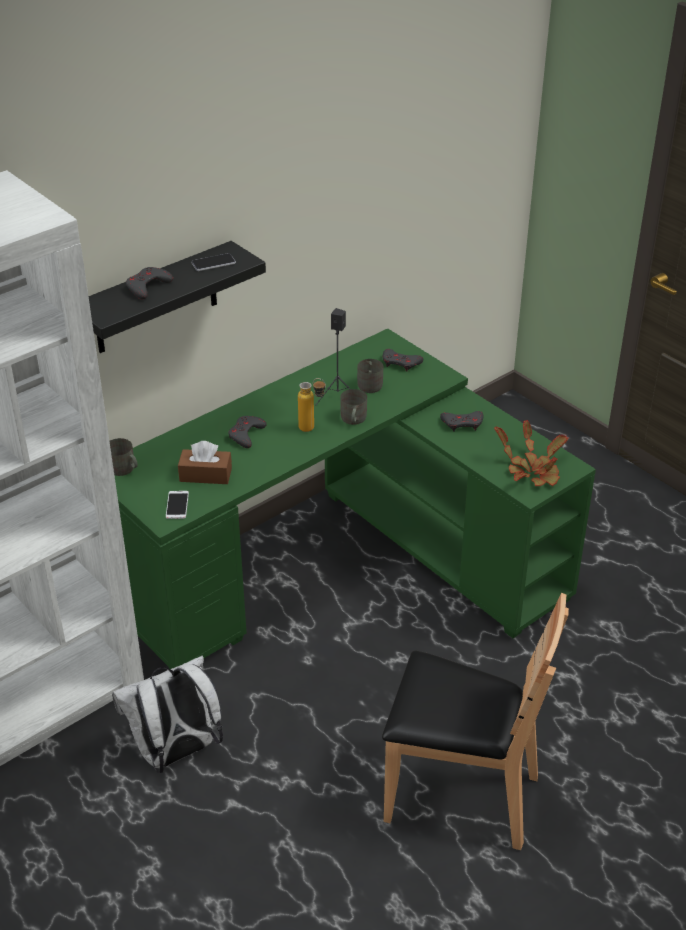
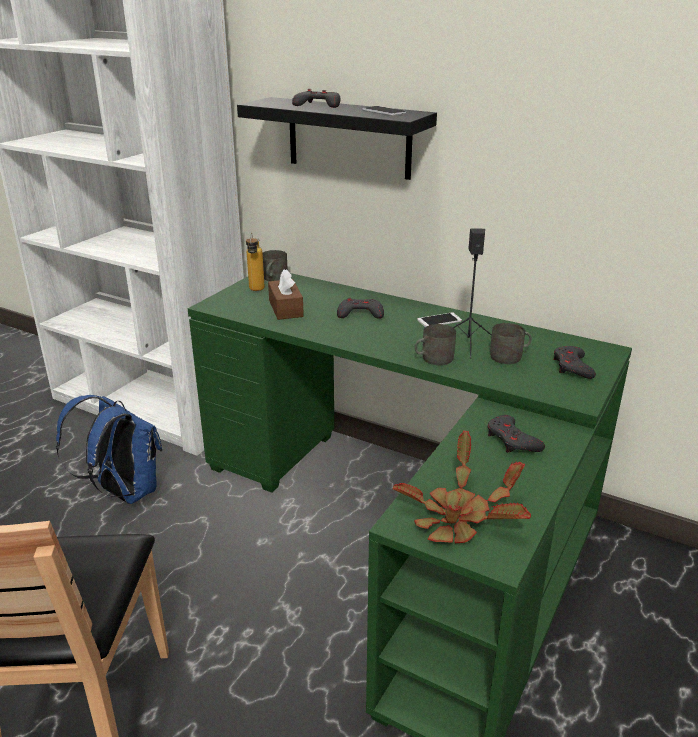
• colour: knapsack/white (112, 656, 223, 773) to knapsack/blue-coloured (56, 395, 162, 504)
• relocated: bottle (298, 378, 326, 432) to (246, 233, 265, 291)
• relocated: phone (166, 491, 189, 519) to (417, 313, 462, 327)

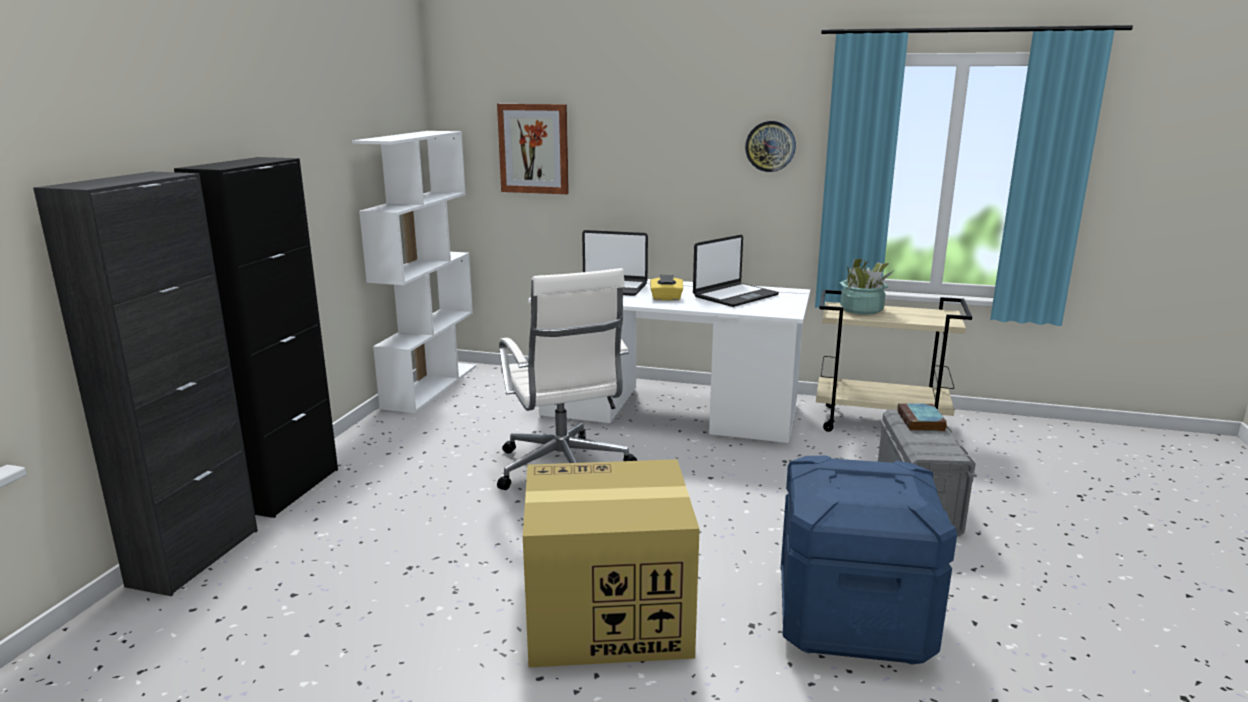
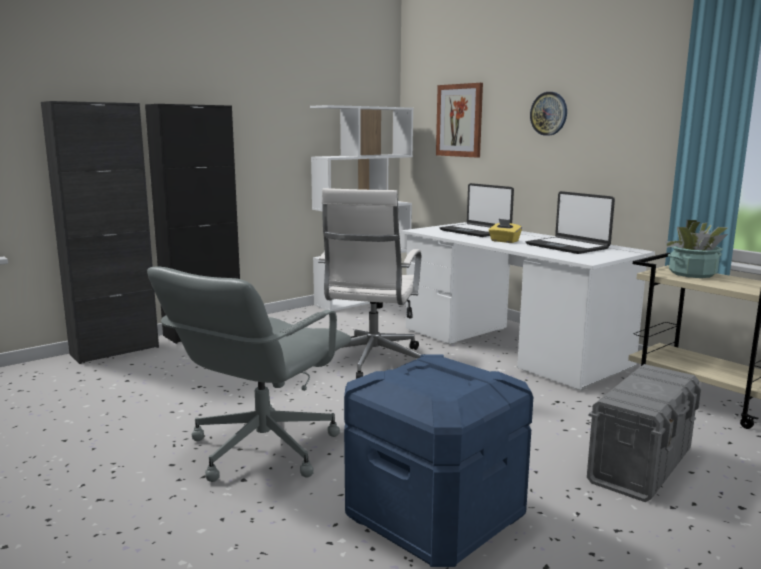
• exchanged: cardboard box (523, 459, 700, 668) to desk chair/greyish (147, 267, 351, 482)
• spun: laptop (693, 235, 779, 307) = (526, 191, 615, 254) 60 degrees clockwise
• relocated: wall clock (745, 121, 796, 172) to (530, 92, 567, 136)
• missing: book (897, 403, 947, 431)

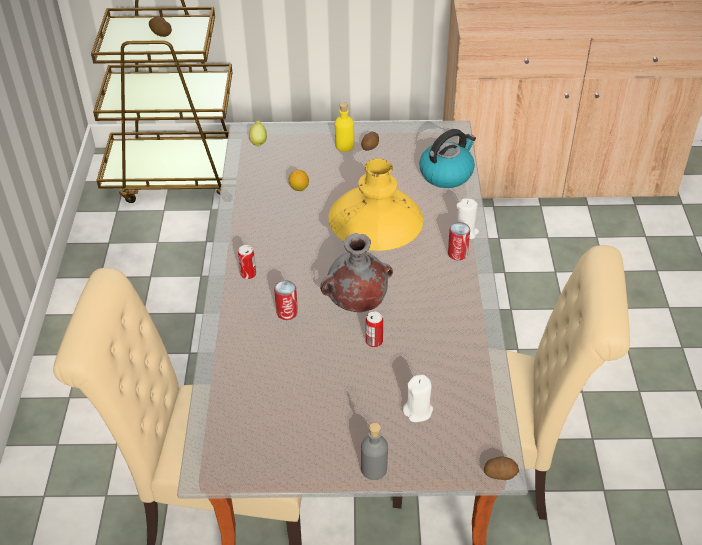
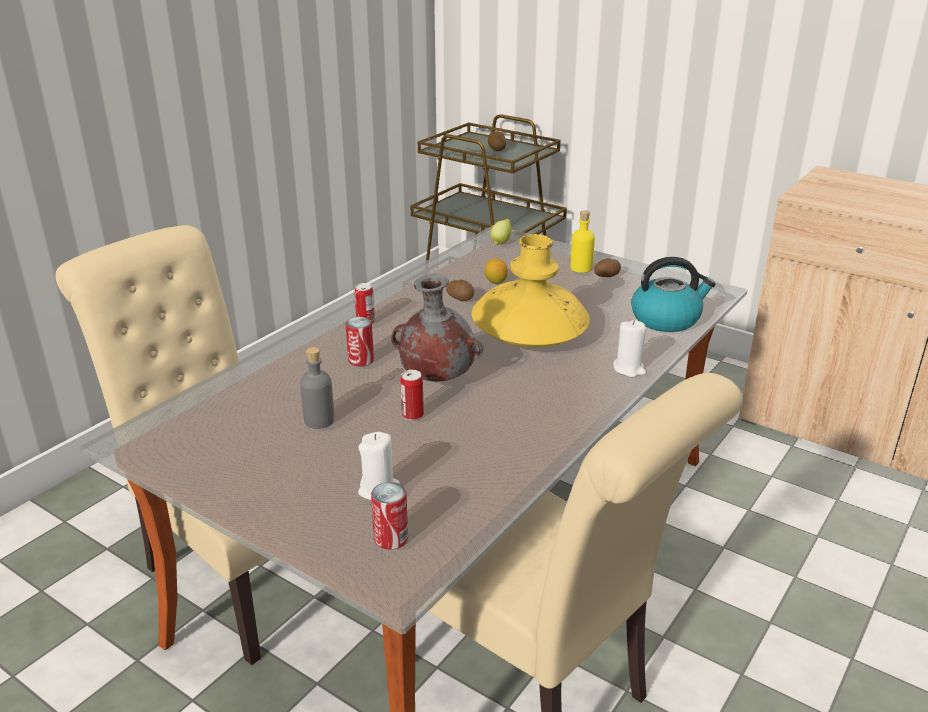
• relocated: bottle/greyish (361, 423, 388, 480) to (300, 347, 334, 429)
• relocated: metal can (448, 222, 470, 260) to (371, 482, 408, 550)
• relocated: potato (484, 456, 519, 480) to (446, 280, 474, 301)

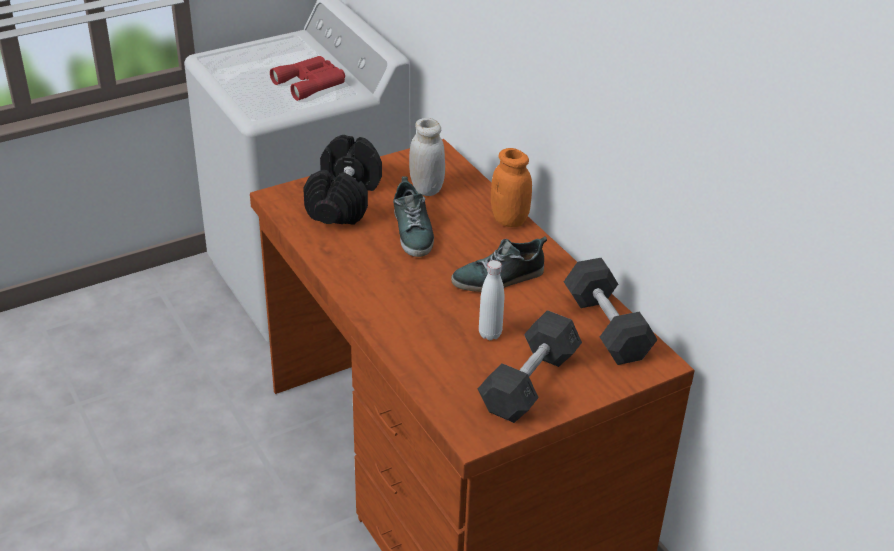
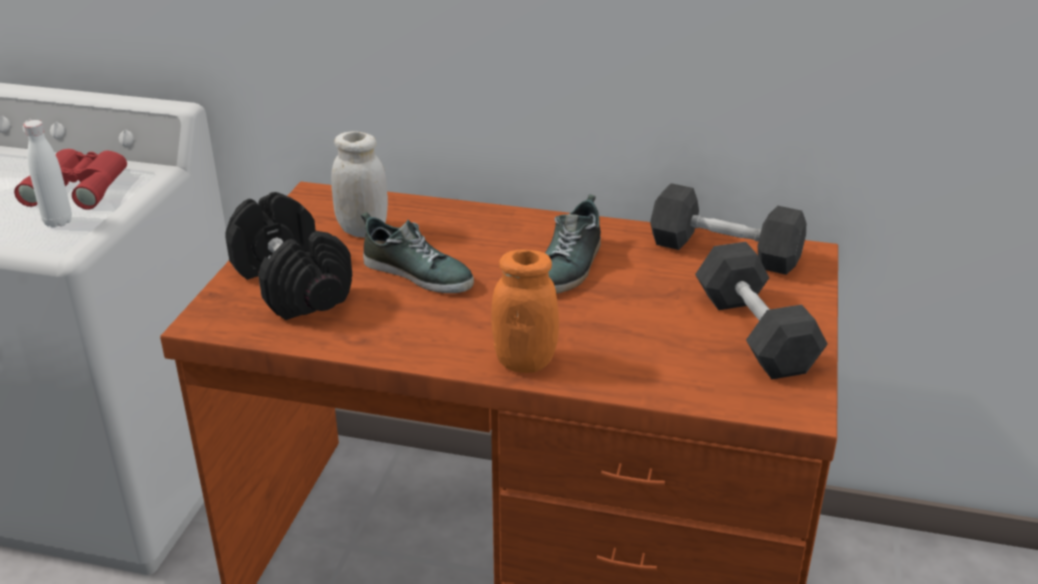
• relocated: bottle/white (479, 260, 504, 340) to (24, 120, 72, 228)
• relocated: preserve jar/orange (491, 148, 532, 227) to (491, 249, 559, 373)

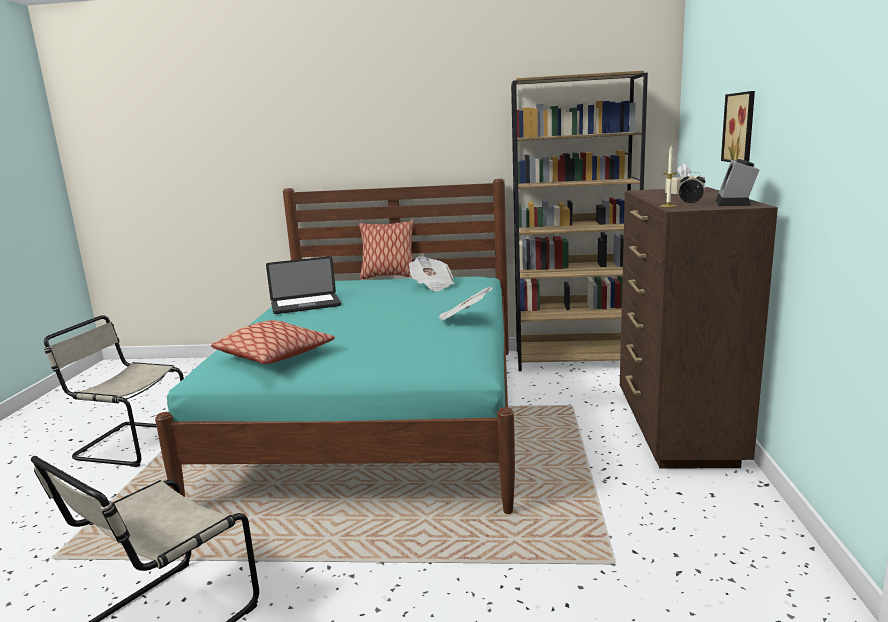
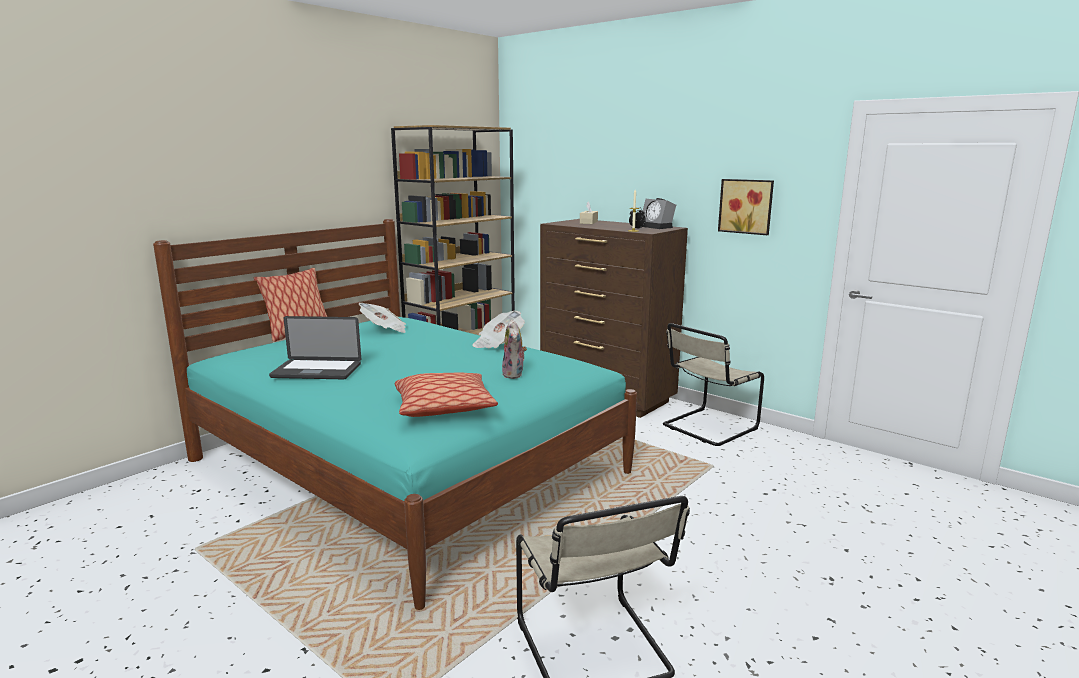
• spun: laptop (266, 256, 341, 314) = (269, 316, 361, 379) 75 degrees clockwise
• appeared: cuddly toy (502, 319, 527, 379)
• relocated: upright chair/beige-coloured (44, 315, 184, 467) to (663, 323, 764, 446)
• relocated: wall picture (721, 91, 755, 162) to (718, 179, 774, 235)

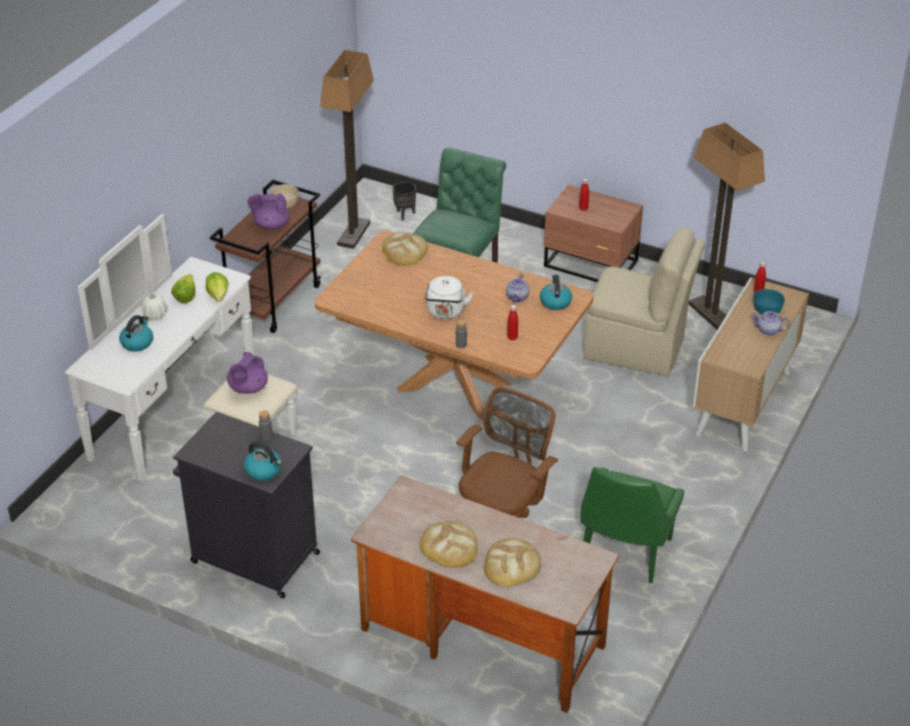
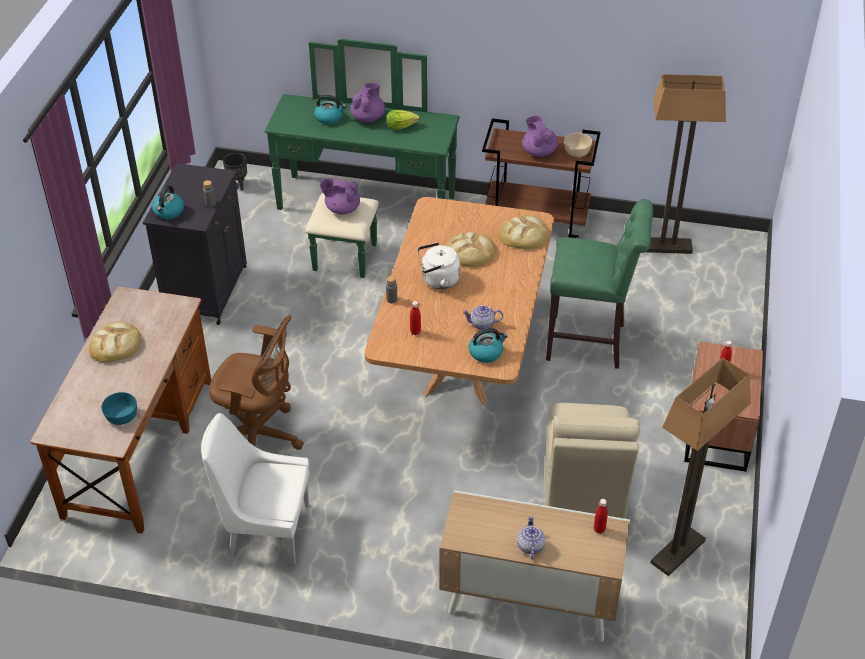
• relocated: bowl/turquoise (753, 289, 785, 314) to (102, 392, 137, 425)
• colour: upright chair/green-coloured (580, 467, 684, 583) to upright chair/white (201, 413, 309, 565)
• relocated: planter/black (393, 182, 416, 221) to (223, 153, 247, 191)
• colour: chest of drawers/white (65, 214, 298, 482) to chest of drawers/green-coloured (264, 39, 460, 278)
• exchanged: flower vase/white (142, 294, 167, 320) to pot for tea/purplish (350, 83, 385, 122)
• relocated: bakery bread (484, 538, 541, 586) to (446, 232, 496, 267)
• missing: head of lettuce (206, 272, 229, 301)

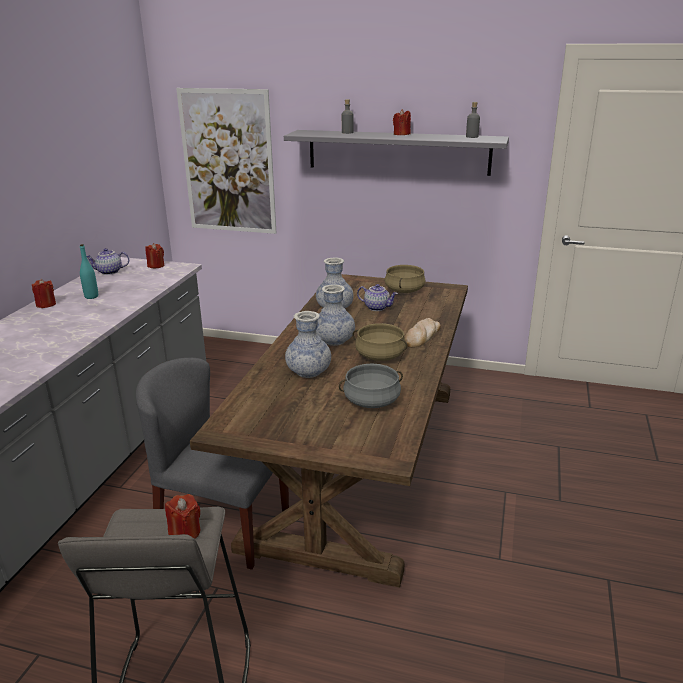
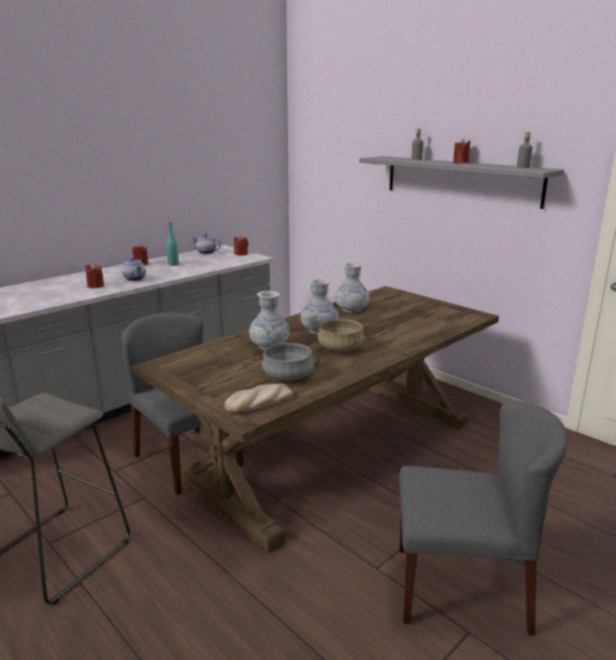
• relocated: wax light/red (165, 494, 200, 539) to (85, 263, 104, 288)
• relocated: pot for tea (357, 284, 398, 311) to (122, 257, 146, 281)
• relocated: bakery bread (405, 318, 441, 348) to (224, 383, 293, 413)
• appeared: upright chair/greyish (399, 401, 568, 636)
• missing: wall picture (176, 88, 277, 234)
• missing: cooking pot/beige-coloured (385, 265, 425, 293)

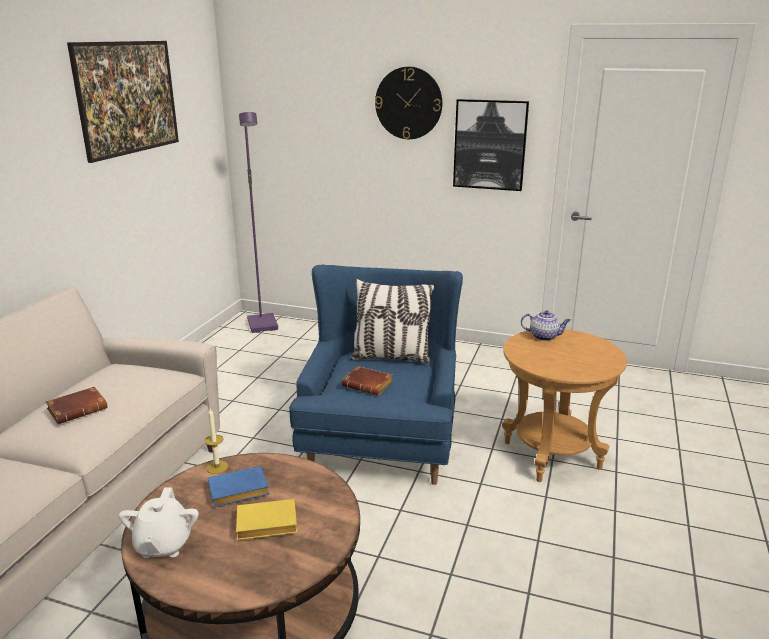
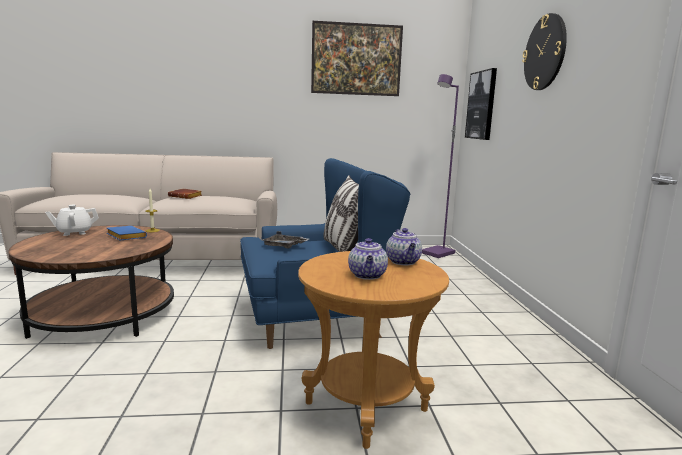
• exchanged: book/brown-coloured (341, 366, 393, 396) to tray/greyish (262, 231, 309, 249)
• appeared: pot for tea (348, 238, 388, 280)
• relocated: wall picture (453, 99, 529, 191) to (465, 68, 497, 140)
• missing: book/yellowish (236, 499, 297, 540)

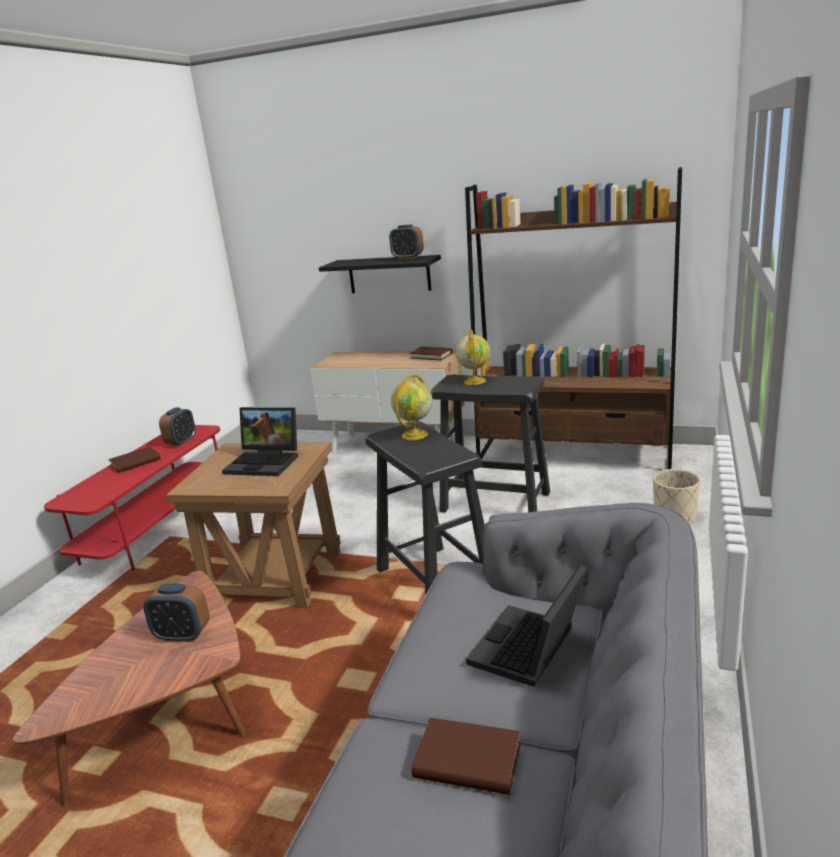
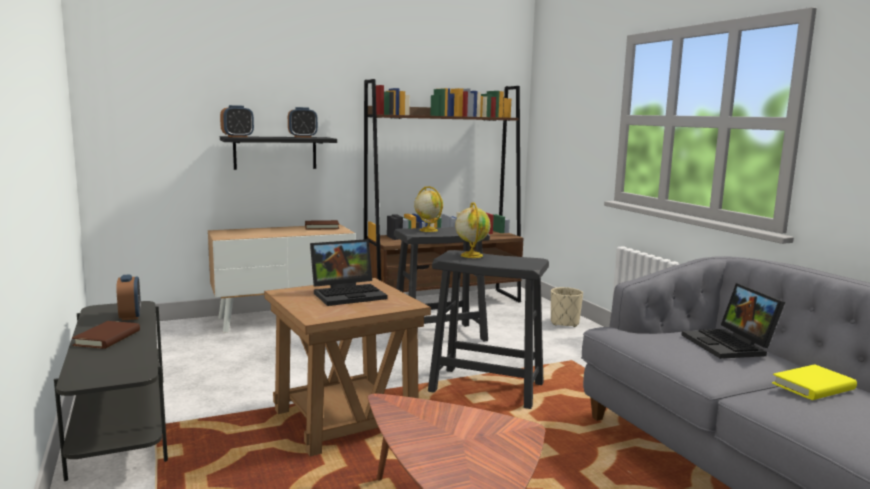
• colour: media console/red (44, 425, 220, 571) to media console/greyish (54, 301, 168, 481)
• relocated: table clock (143, 583, 210, 642) to (220, 105, 254, 137)
• colour: book/brown-coloured (412, 718, 521, 795) to book/yellowish (772, 364, 857, 400)

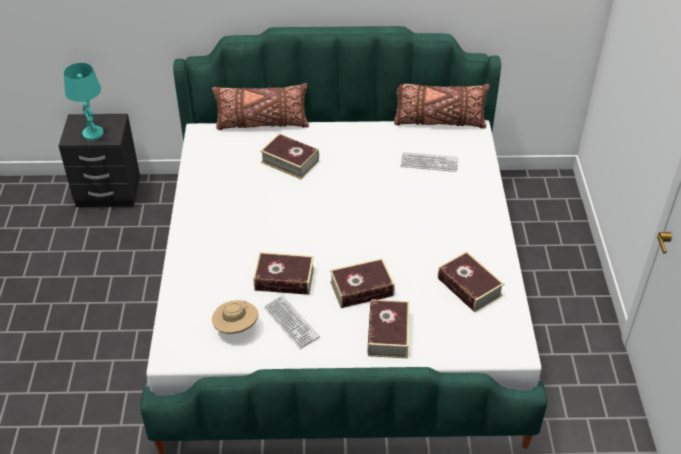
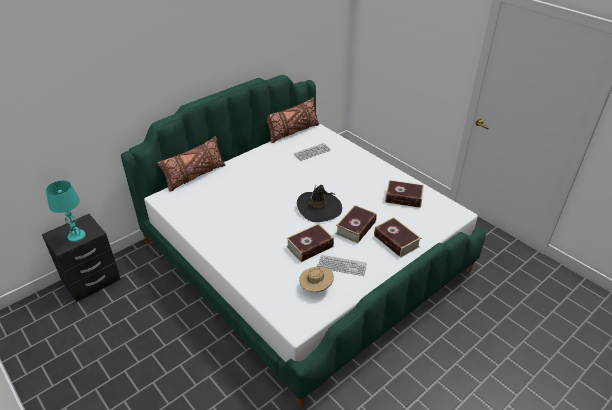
• appeared: hat/black (297, 185, 342, 222)
• missing: book (260, 134, 319, 179)

